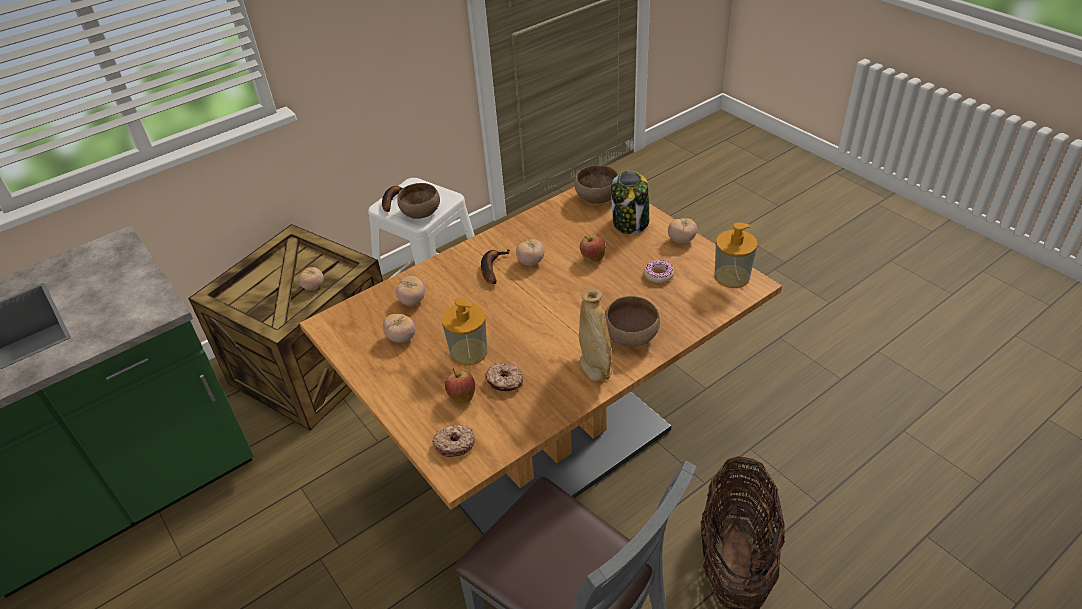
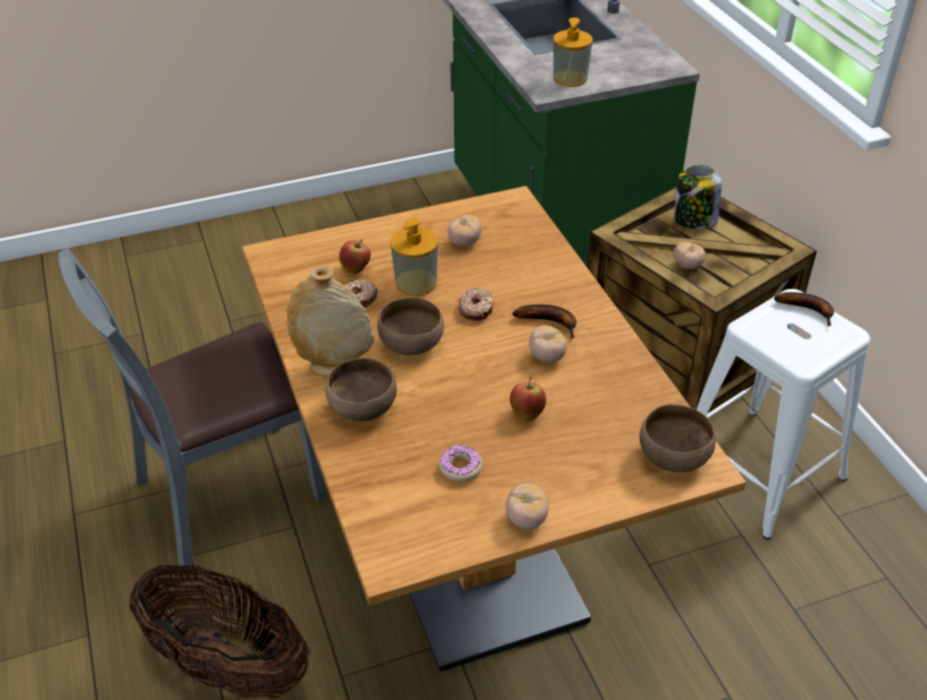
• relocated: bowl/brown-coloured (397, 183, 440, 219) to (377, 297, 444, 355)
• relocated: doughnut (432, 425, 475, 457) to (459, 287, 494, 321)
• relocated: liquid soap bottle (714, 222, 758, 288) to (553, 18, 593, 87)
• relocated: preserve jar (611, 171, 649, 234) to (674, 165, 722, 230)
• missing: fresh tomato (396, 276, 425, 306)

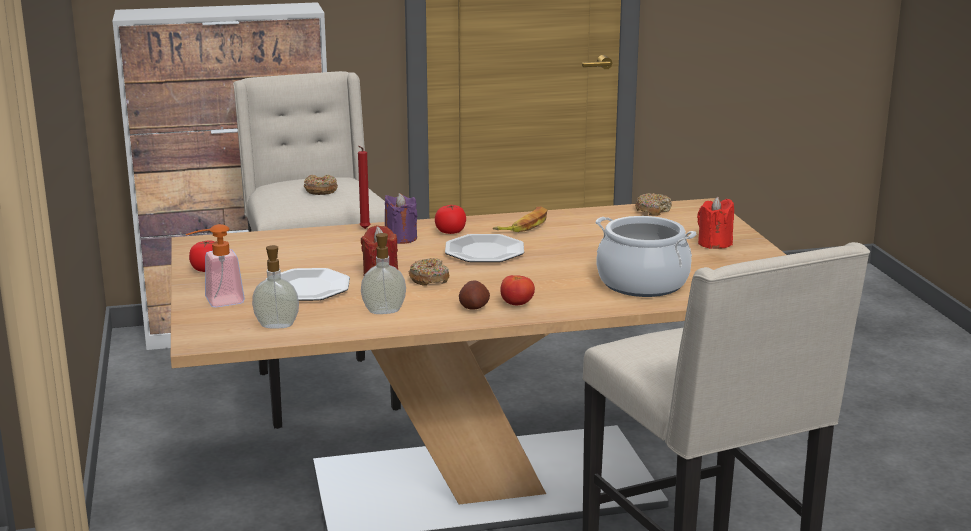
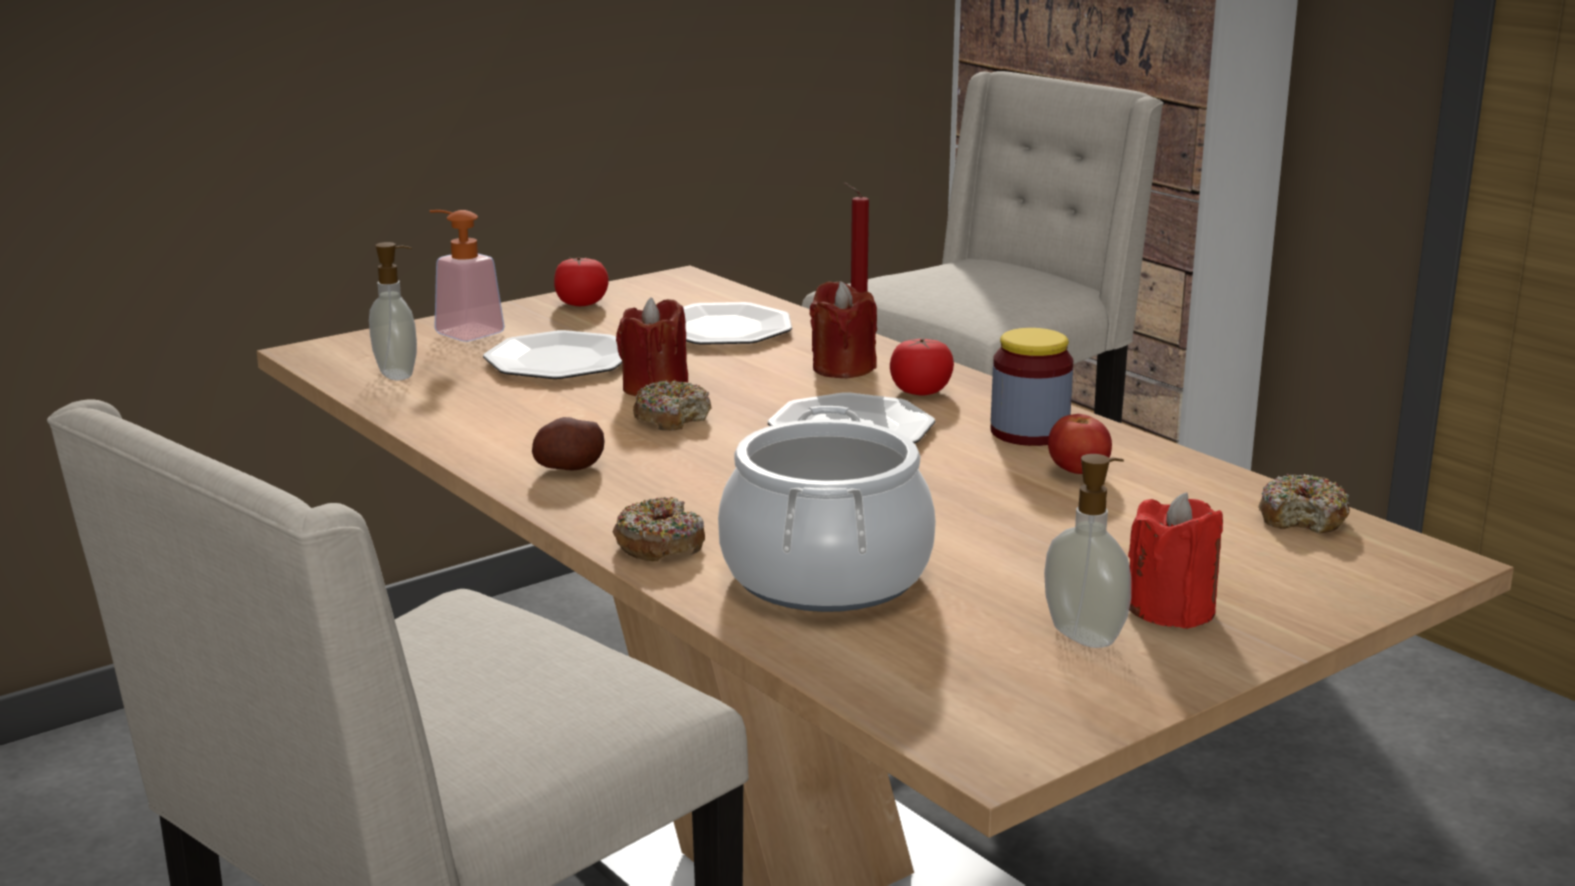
• relocated: doughnut (304, 174, 338, 195) to (613, 497, 705, 561)
• appeared: flat dish (683, 302, 792, 345)
• colour: wax light/purplish (385, 193, 417, 244) to wax light/red (810, 281, 877, 378)
• exchanged: banana (493, 206, 547, 232) to preserve jar (991, 328, 1073, 446)
• relocated: liquid soap bottle (361, 233, 406, 314) to (1044, 454, 1131, 648)
• relocated: fresh tomato (500, 275, 535, 305) to (1048, 414, 1112, 474)

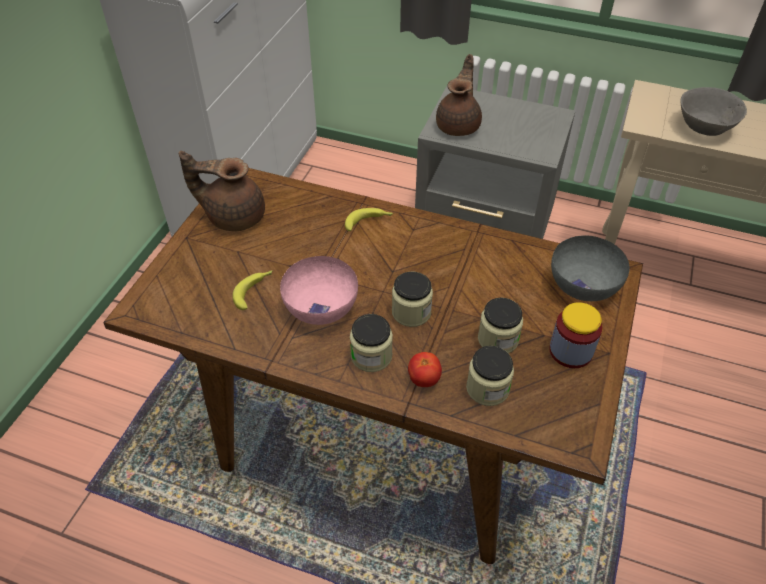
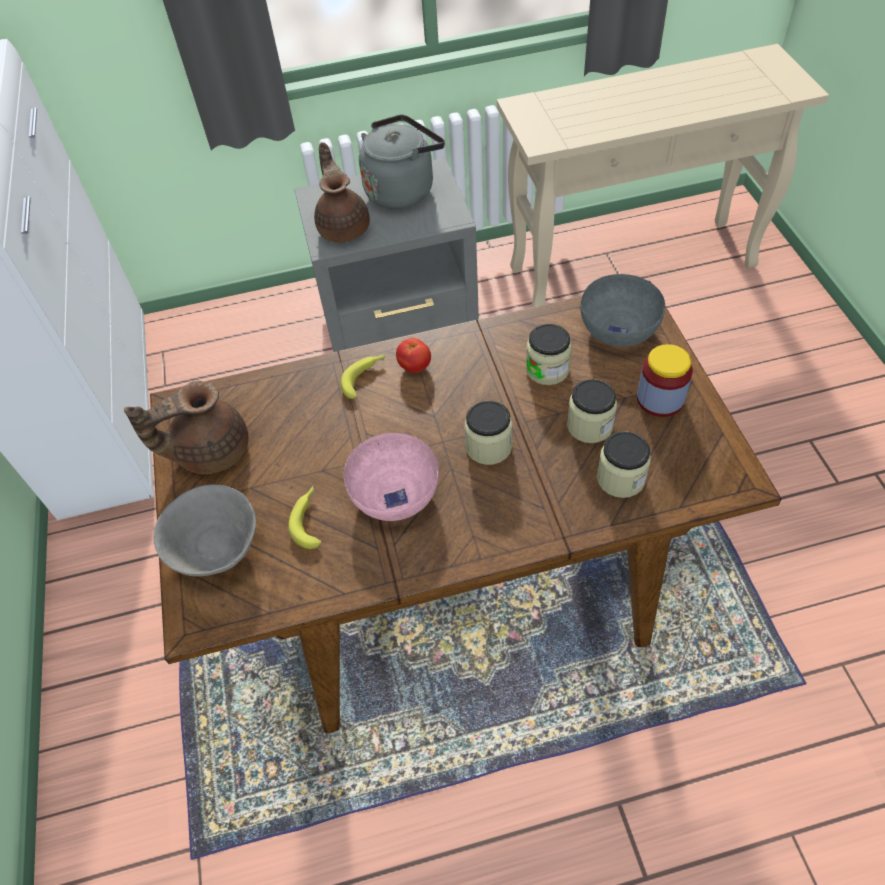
• relocated: bowl/greyish (681, 87, 747, 136) to (154, 484, 256, 576)
• appeared: tea kettle/greyish (359, 115, 445, 209)
• relocated: fresh tomato (408, 352, 442, 387) to (396, 338, 431, 373)
• relocated: preserve jar (350, 314, 393, 372) to (526, 324, 572, 385)

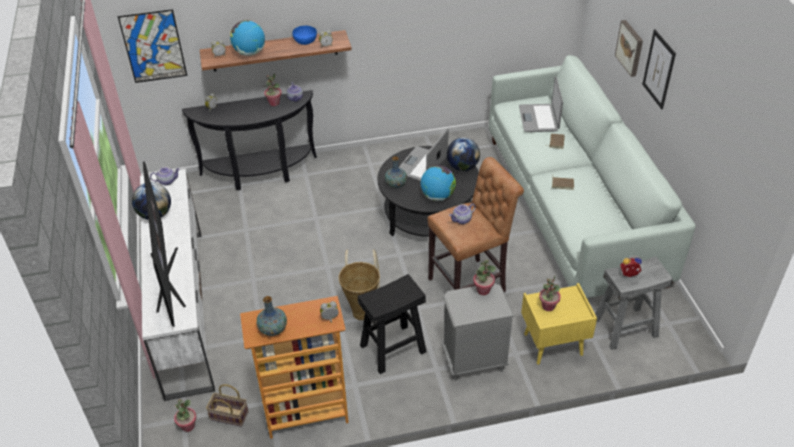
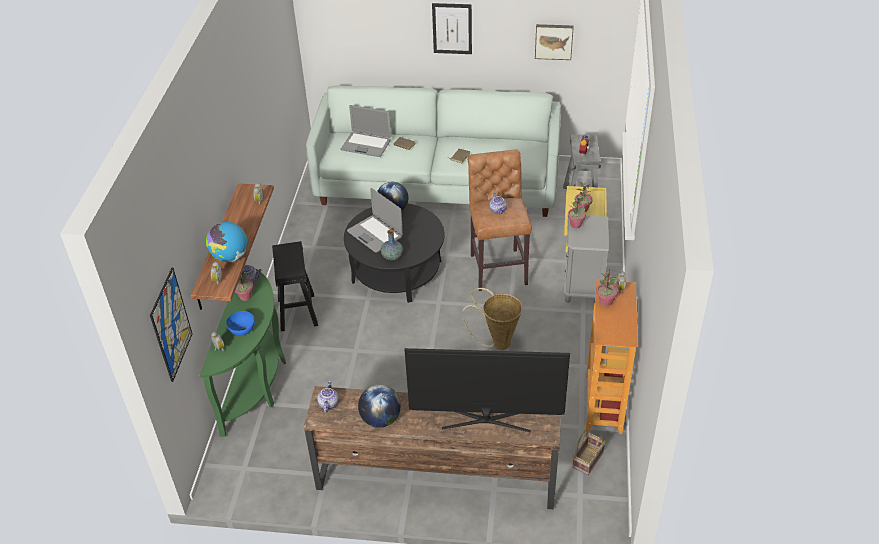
• colour: hall table/black (182, 90, 317, 190) to hall table/green-coloured (200, 268, 286, 437)
• relocated: bowl/blue-coloured (292, 26, 317, 45) to (226, 311, 255, 335)
• relocated: stool/black (358, 274, 427, 374) to (272, 241, 318, 331)
• colour: media console/white (140, 169, 215, 401) to media console/brown-coloured (304, 386, 561, 509)
• relocated: wall picture (615, 20, 643, 77) to (535, 24, 574, 60)
• relocated: houseplant (174, 399, 196, 432) to (596, 269, 618, 306)
• missing: flower vase (257, 296, 287, 336)
• missing: world globe (421, 165, 456, 201)

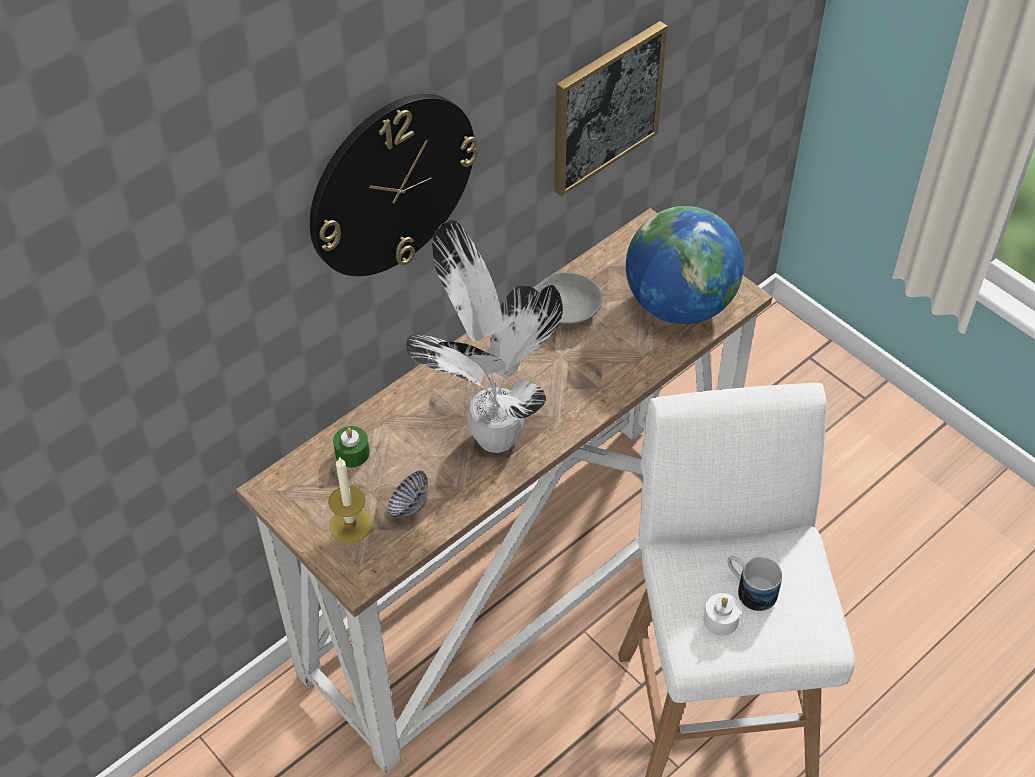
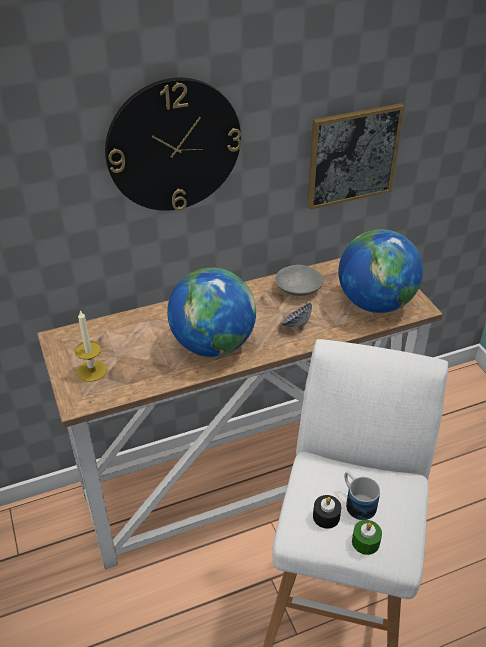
• exchanged: houseplant (406, 220, 563, 453) to world globe (167, 268, 256, 357)
• relocated: bowl (387, 470, 428, 518) to (281, 303, 312, 328)
• colour: wax light/white (703, 593, 741, 636) to wax light/black (313, 495, 341, 529)
• relocated: wax light/green-coloured (333, 426, 370, 467) to (352, 520, 382, 555)

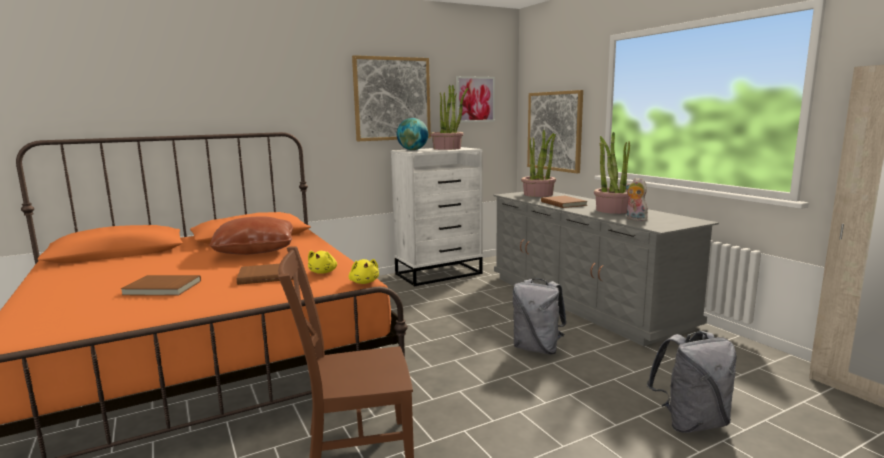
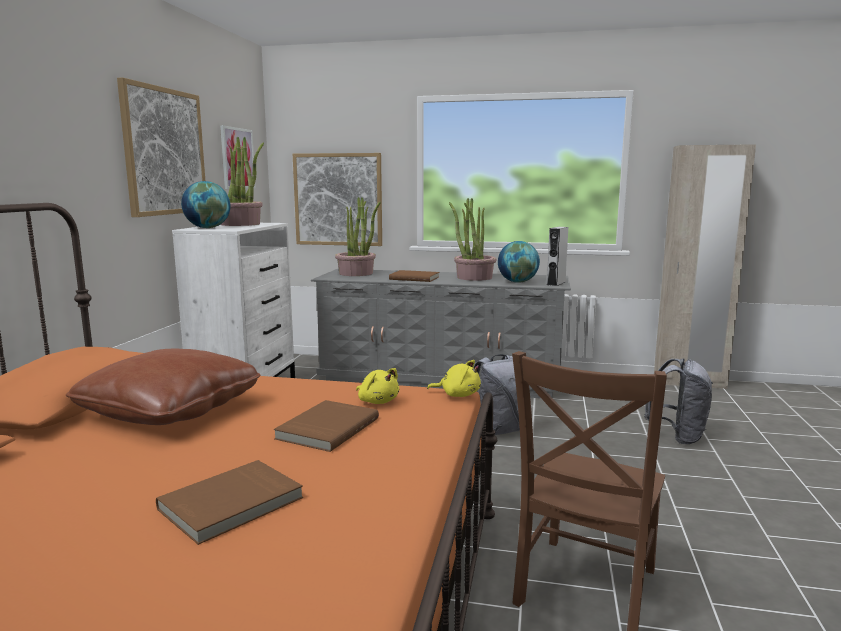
• exchanged: cuddly toy (626, 178, 648, 221) to world globe (498, 241, 540, 283)
• appeared: loudspeaker/greyish (547, 227, 568, 286)

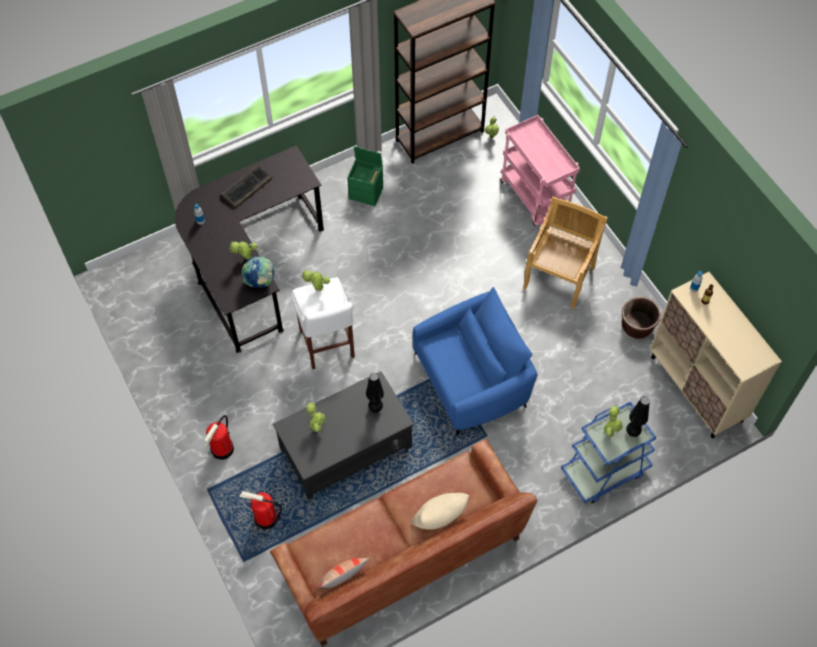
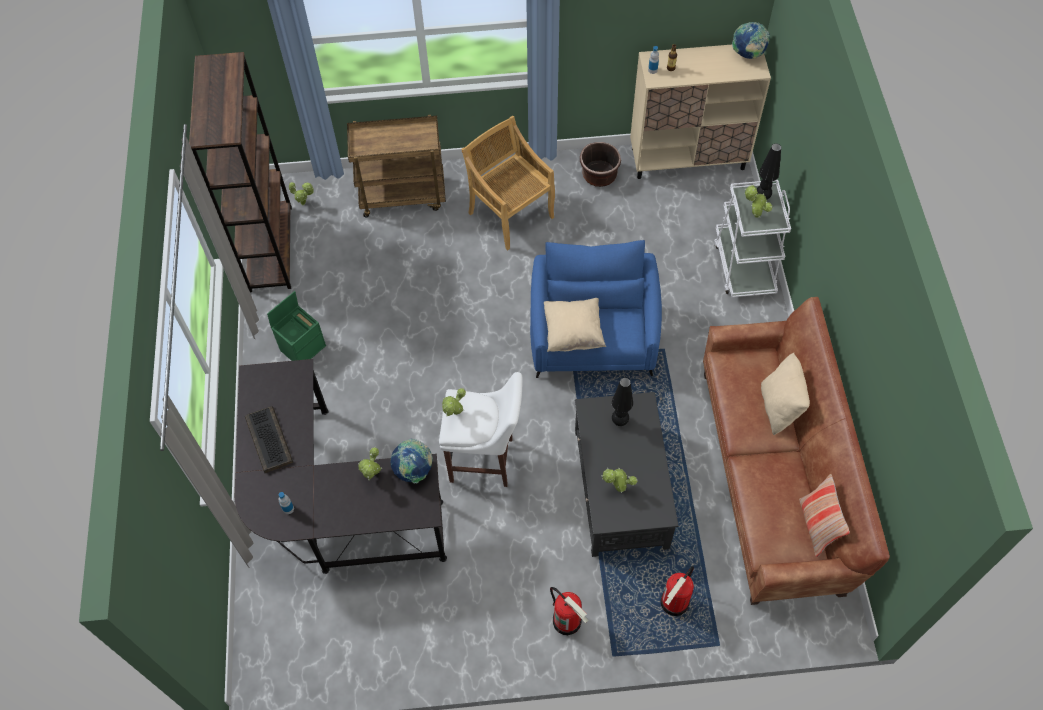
• colour: cart/pinkish (500, 115, 580, 226) to cart/brown-coloured (347, 115, 446, 217)
• appeared: cushion/beige-coloured (544, 298, 606, 352)
• colour: cart/blue-coloured (561, 401, 656, 503) to cart/white (714, 180, 791, 297)
• appeared: world globe (732, 22, 770, 59)

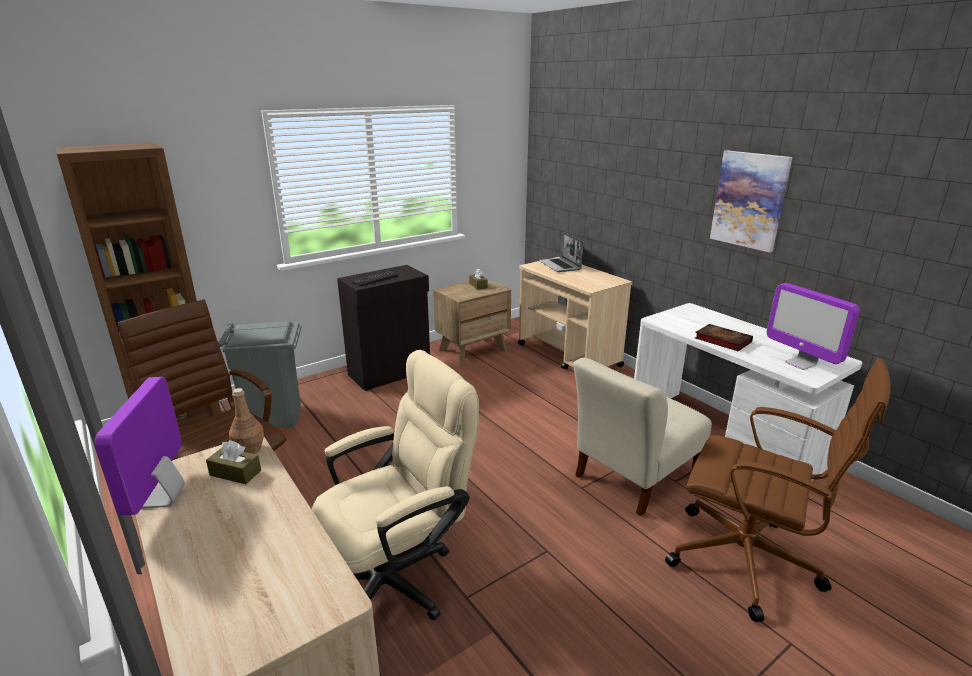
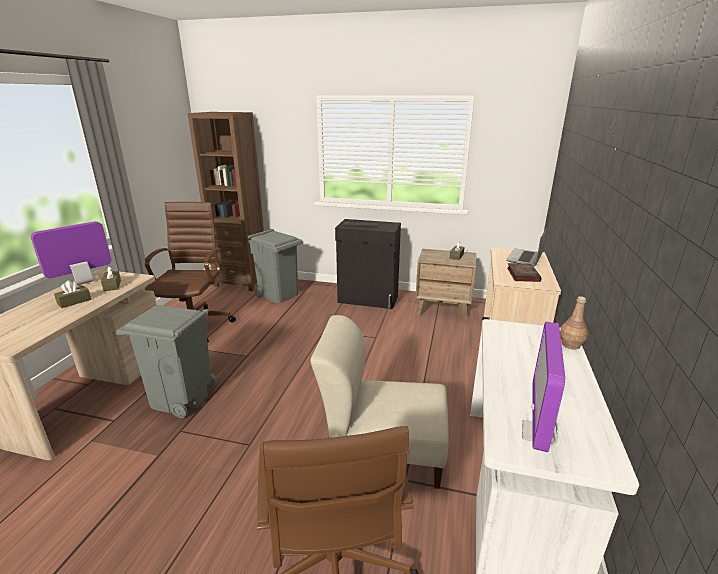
• appeared: box of tissues/brown-coloured (54, 281, 91, 308)
• exchanged: desk chair/beige-coloured (312, 350, 479, 620) to trash can/greyish (116, 305, 217, 418)
• relocated: book (695, 324, 753, 351) to (507, 263, 542, 282)
• relocated: bottle/brown-coloured (229, 388, 264, 454) to (560, 296, 588, 349)
• missing: wall picture (710, 150, 792, 253)

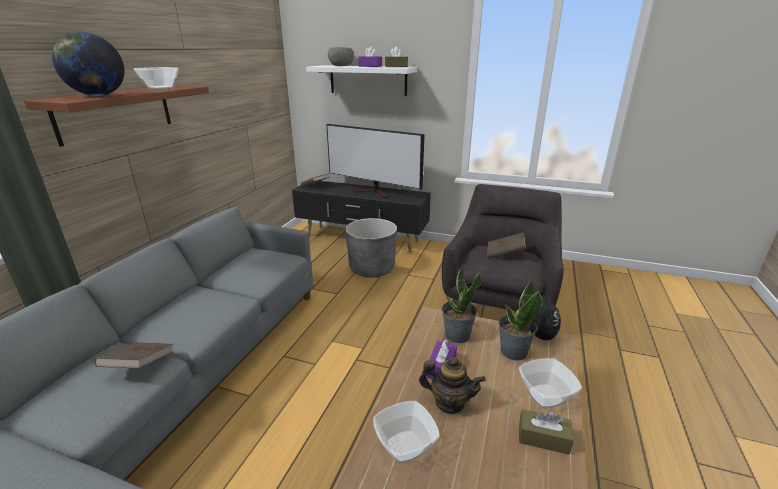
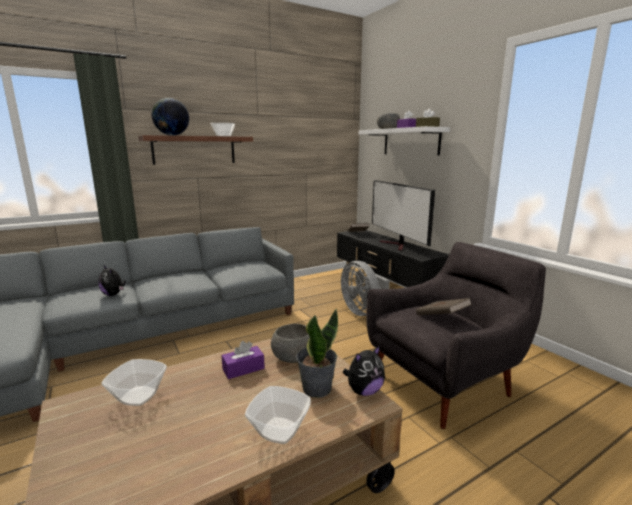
• exchanged: book/brown-coloured (94, 342, 173, 369) to cuddly toy (99, 265, 126, 296)
• exchanged: houseplant (442, 264, 482, 343) to bowl/greyish (271, 324, 310, 363)
• exchanged: planter/greyish (345, 218, 397, 278) to electric fan/greyish (341, 261, 390, 316)
• missing: pot for tea (419, 357, 486, 414)
• missing: box of tissues/brown-coloured (519, 409, 574, 455)

